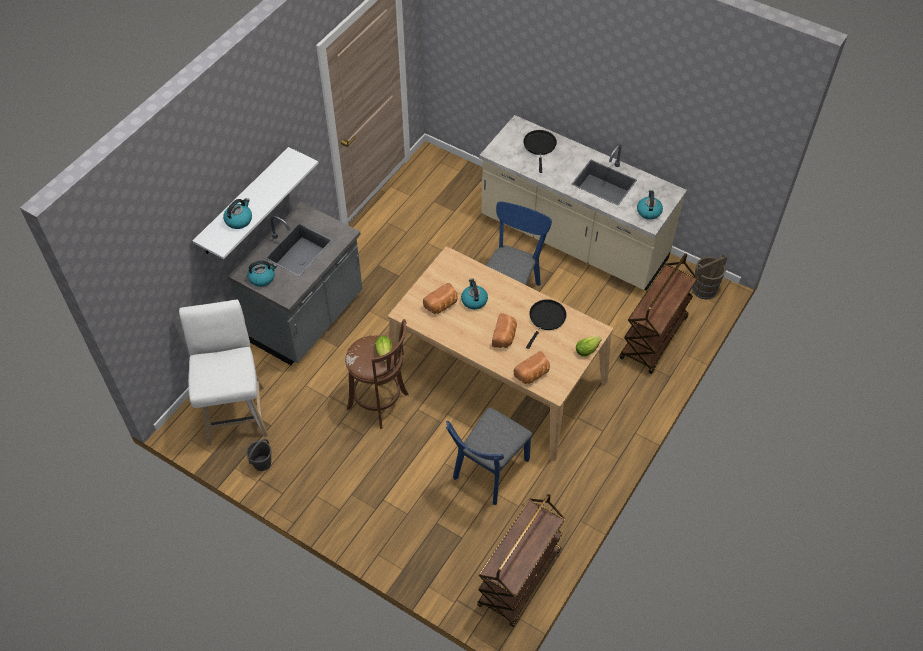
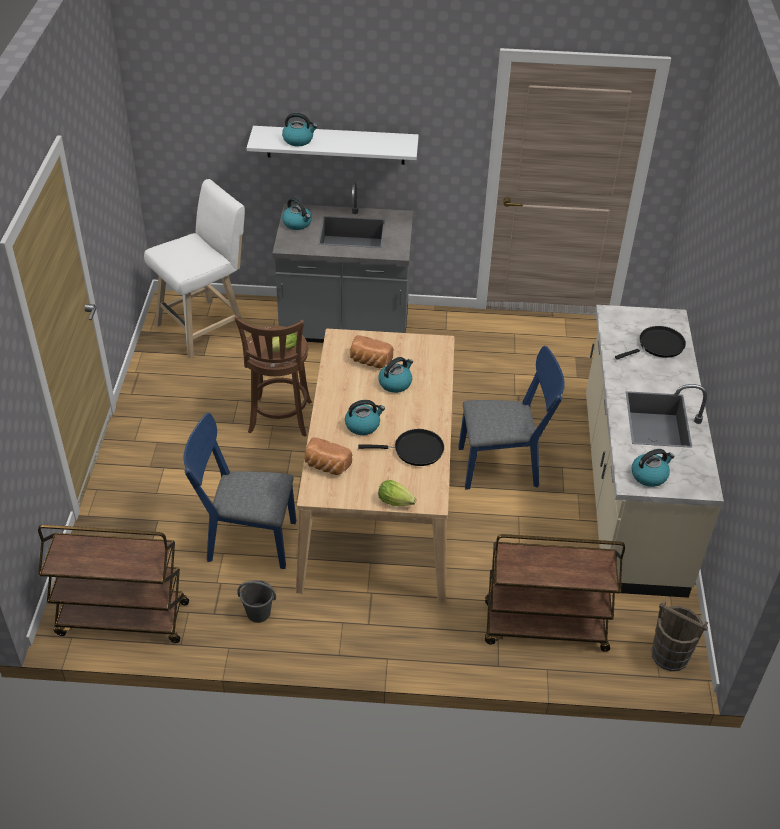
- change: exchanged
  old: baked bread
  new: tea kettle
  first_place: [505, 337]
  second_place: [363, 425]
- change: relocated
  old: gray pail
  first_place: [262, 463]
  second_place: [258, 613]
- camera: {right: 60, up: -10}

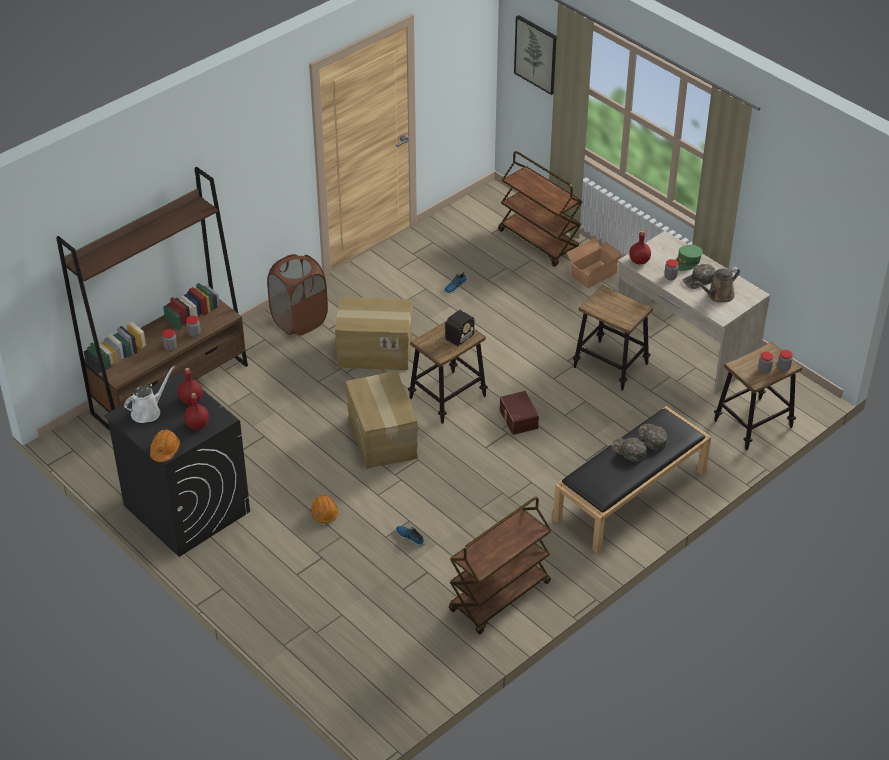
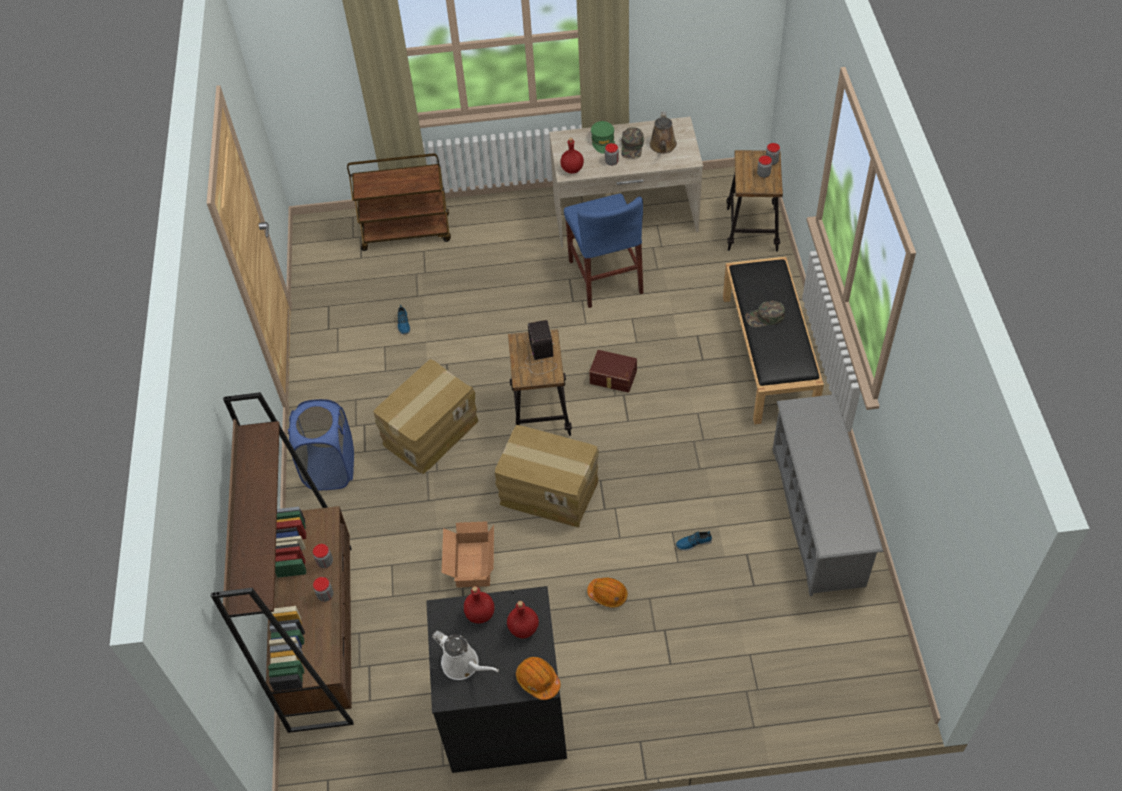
- change: missing
  old: wall art
  first_place: [536, 54]
- change: relocated
  old: packing box
  first_place: [591, 273]
  second_place: [471, 566]
- change: colour
  old: brownish washing basket
  new: blue washing basket
  first_place: [299, 321]
  second_place: [330, 468]
- change: exchanged
  old: stool seat
  new: blue upright chair
  first_place: [610, 365]
  second_place: [605, 277]
- change: spun
  old: whitish watering pot
  first_place: [148, 411]
  second_place: [463, 664]
  degrees: 135
- change: missing
  old: greenish peaked cap
  first_place: [652, 438]
- change: exchanged
  old: brownish wheeled cart
  new: gray shoe stand
  first_place: [499, 597]
  second_place: [818, 517]
- camera: {right: -50, up: 10}

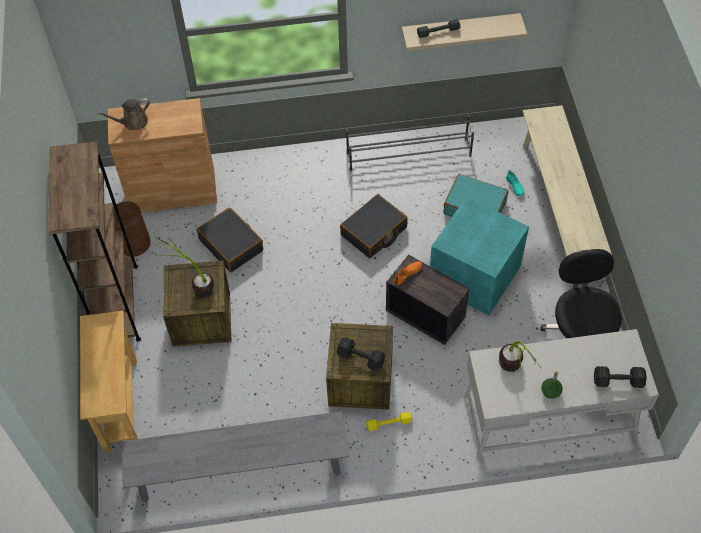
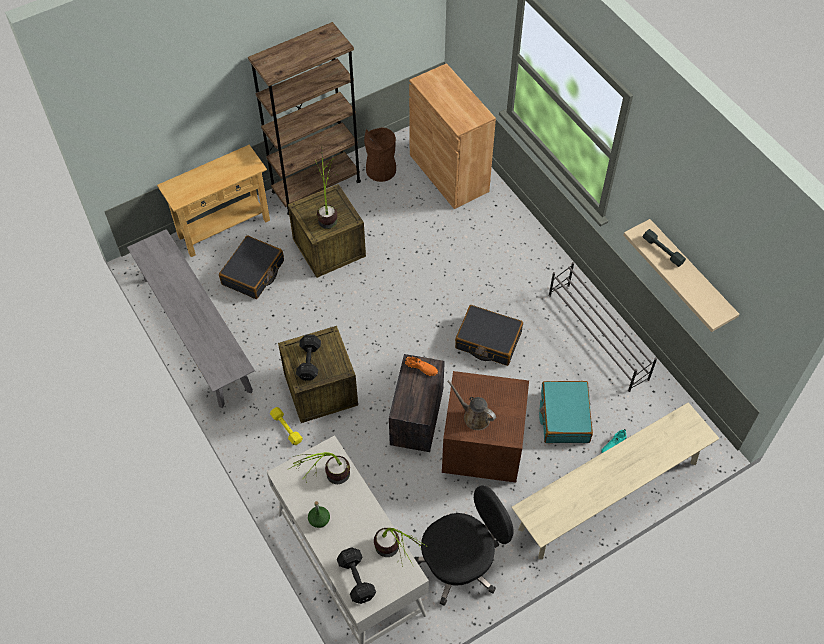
- change: relocated
  old: brownish watering pot
  first_place: [133, 122]
  second_place: [474, 416]
- change: colour
  old: turquoise-coloured storage container
  new: brownish storage container
  first_place: [476, 274]
  second_place: [484, 445]
- change: relocated
  old: blackish travel case
  first_place: [231, 245]
  second_place: [253, 273]
- change: appeared
  new: plant in a pot
  second_place: [396, 556]
- camera: {right: 65, up: 0}

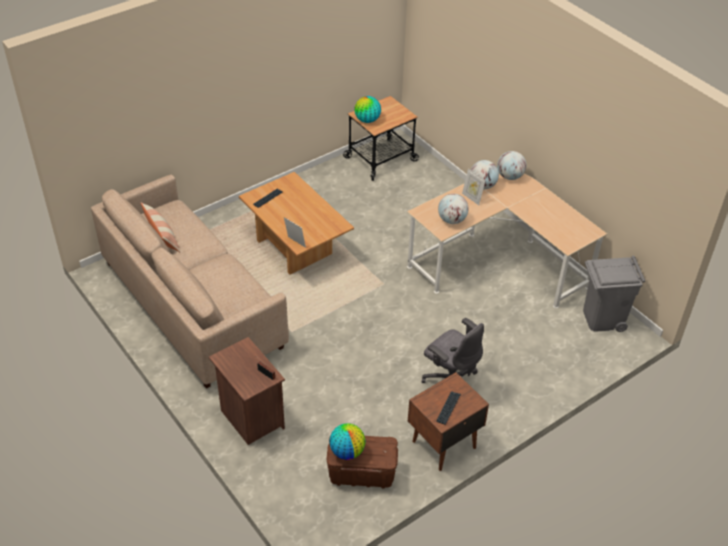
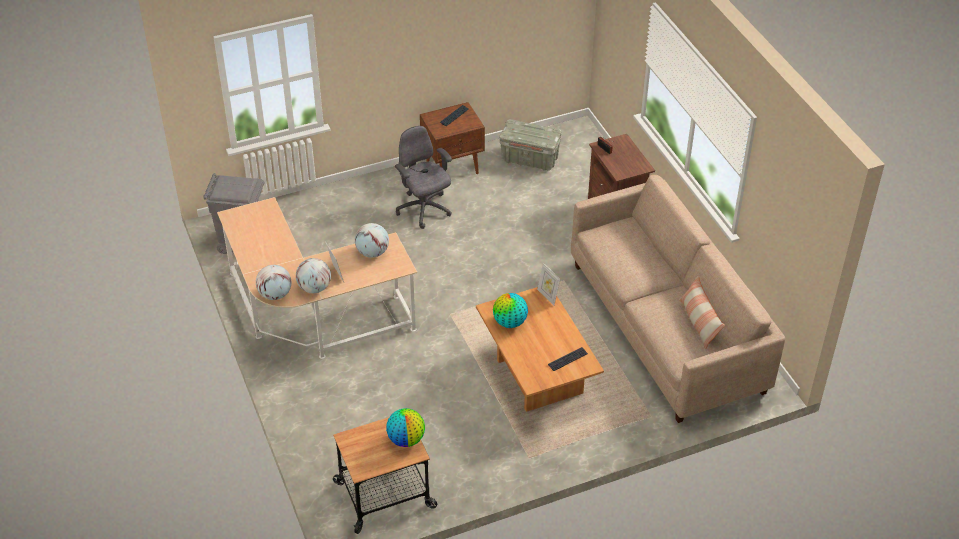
- change: relocated
  old: world globe
  first_place: [347, 451]
  second_place: [510, 322]
- change: colour
  old: brownish storage container
  new: gray storage container
  first_place: [361, 473]
  second_place: [530, 159]
- camera: {right: -165, up: 0}

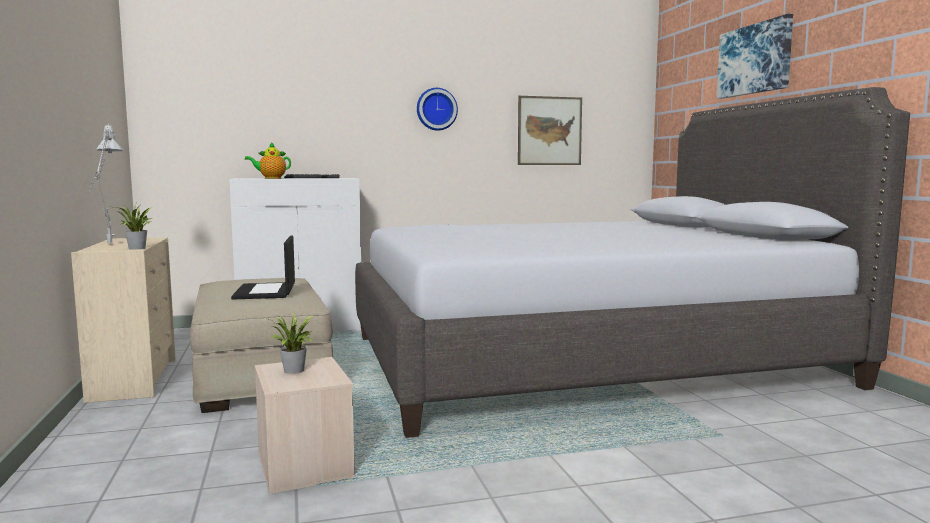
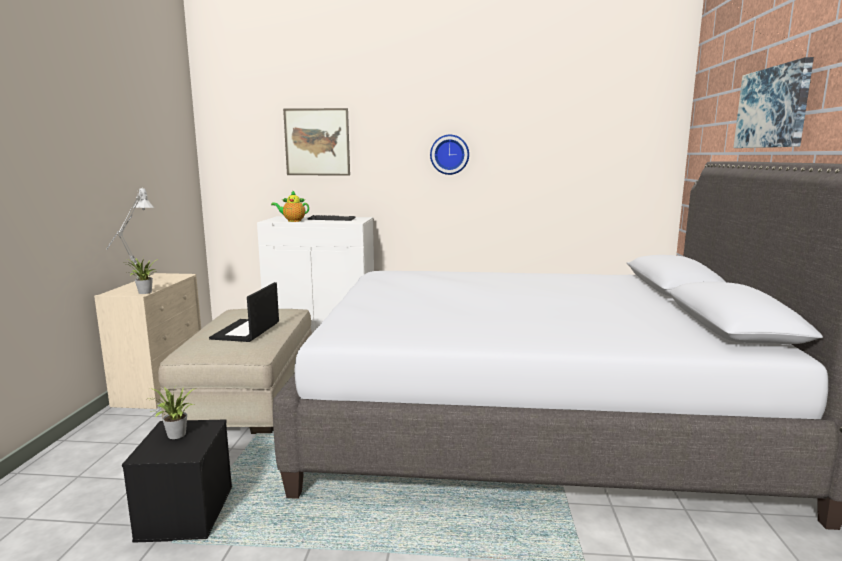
- change: relocated
  old: wall art
  first_place: [549, 131]
  second_place: [317, 142]
- change: colour
  old: beige-coloured storage container
  new: blackish storage container
  first_place: [303, 464]
  second_place: [185, 512]
- camera: {right: 20, up: 5}

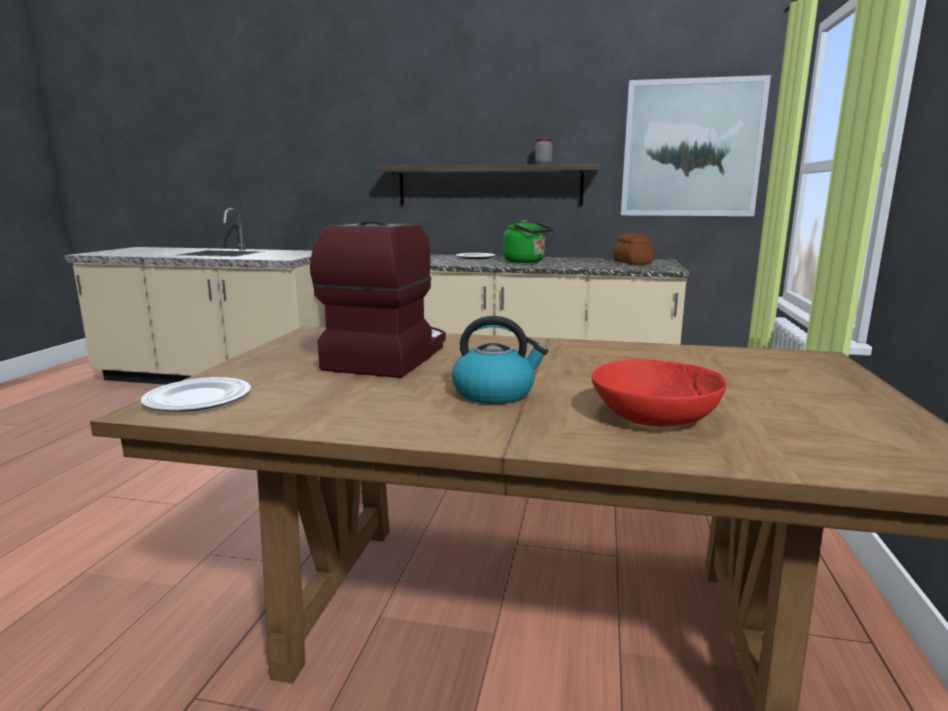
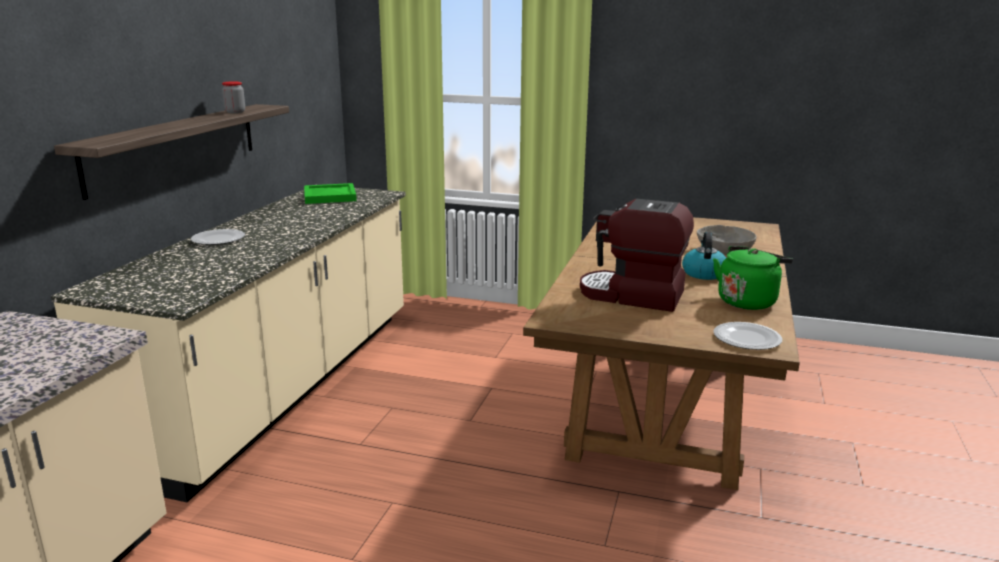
- change: missing
  old: wall art
  first_place: [691, 149]
- change: relocated
  old: greenish tea kettle
  first_place: [526, 262]
  second_place: [748, 301]
- change: exchanged
  old: baked bread
  new: greenish carrying tray
  first_place: [632, 262]
  second_place: [331, 196]
- change: colour
  old: red-coloured deep dish
  new: gray deep dish
  first_place: [654, 416]
  second_place: [724, 251]
- camera: {right: -85, up: 5}

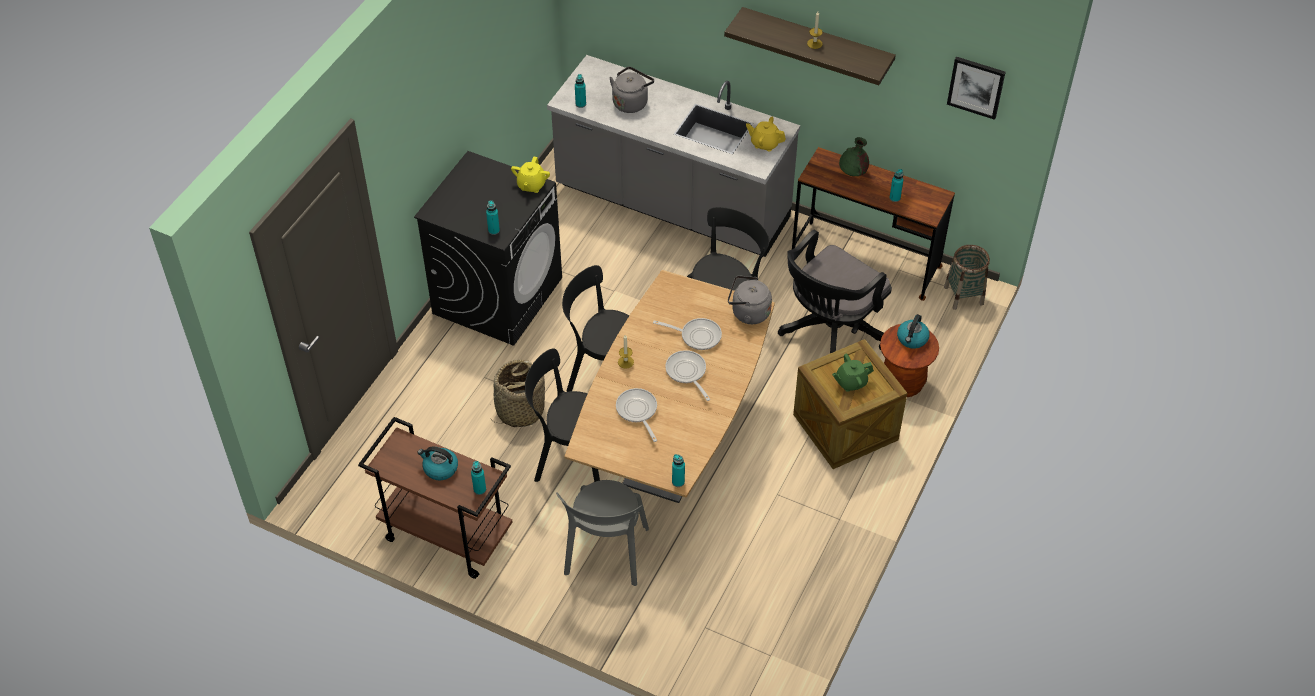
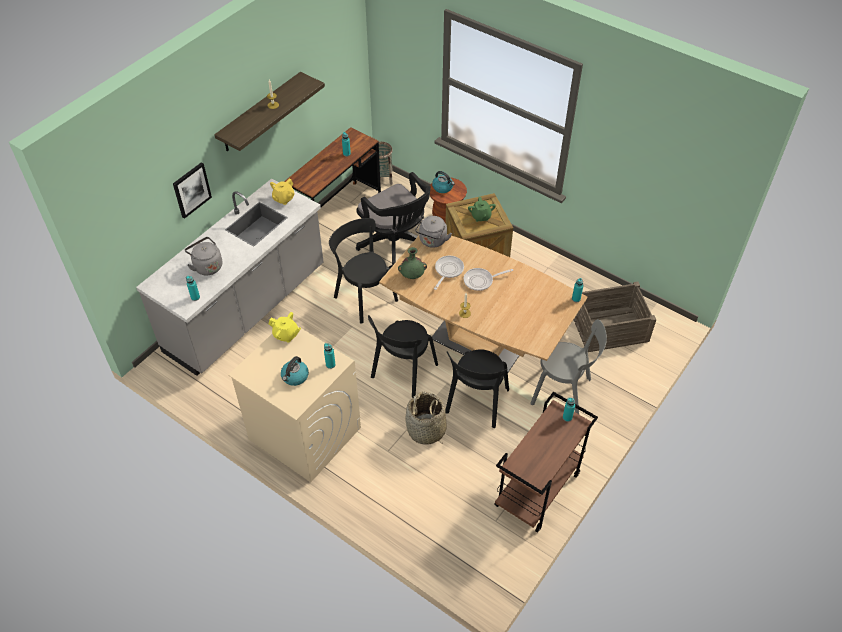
- change: relocated
  old: wall art
  first_place: [976, 87]
  second_place: [191, 190]
- change: relocated
  old: greenish decorative vase
  first_place: [853, 173]
  second_place: [412, 276]
- change: colour
  old: blackish laundry machine
  new: beige-coloured laundry machine
  first_place: [498, 295]
  second_place: [304, 433]
- change: missing
  old: skillet
  first_place: [637, 411]
- change: relocated
  old: tea kettle
  first_place: [440, 468]
  second_place: [295, 377]
- change: appeared
  new: crate
  second_place: [610, 328]
- camera: {right: -80, up: 0}

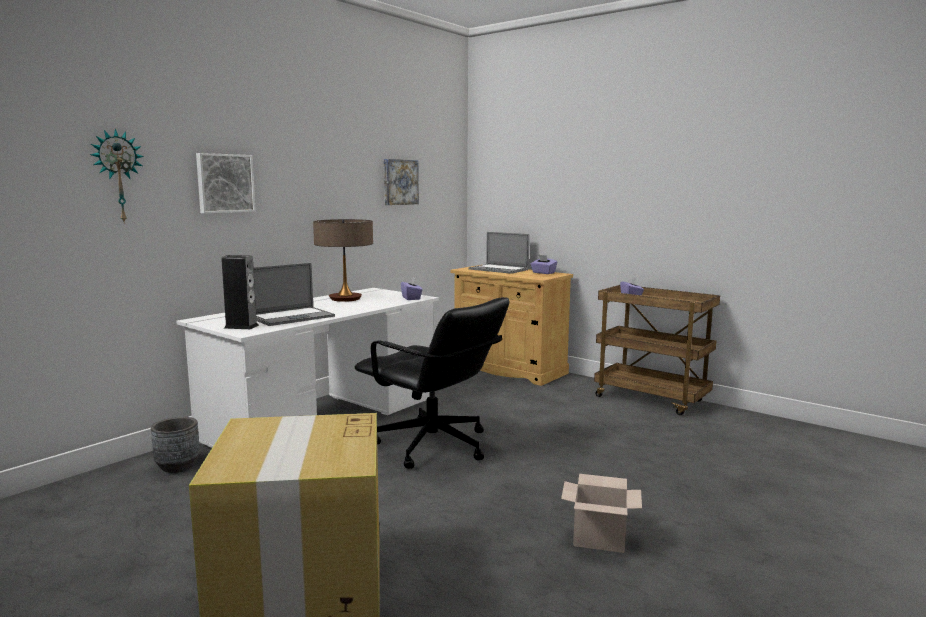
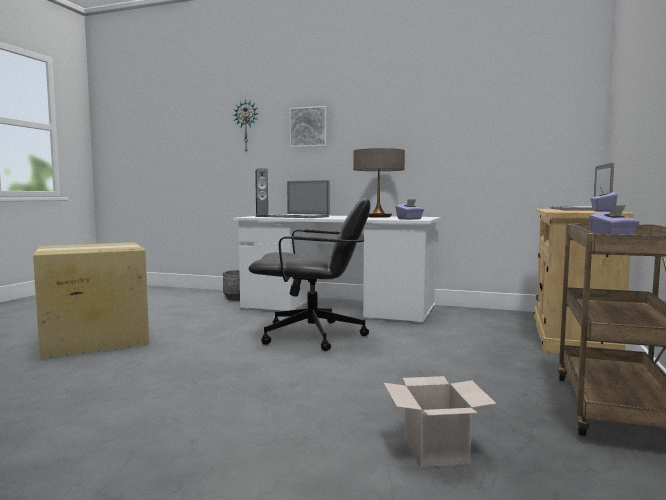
- change: missing
  old: wall art
  first_place: [399, 182]
- change: spun
  old: blackish office chair
  first_place: [433, 446]
  second_place: [314, 336]
  degrees: -105
- change: relocated
  old: packing box
  first_place: [600, 538]
  second_place: [437, 451]
- camera: {right: 70, up: -5}

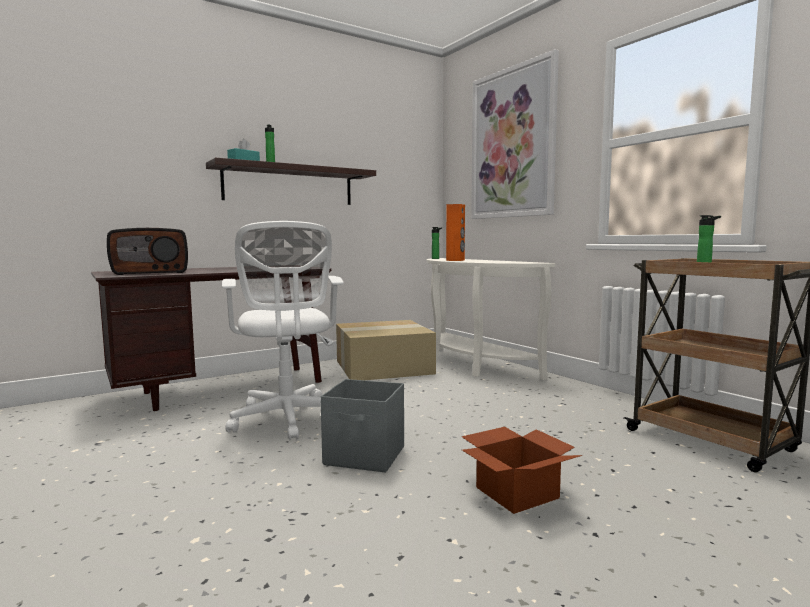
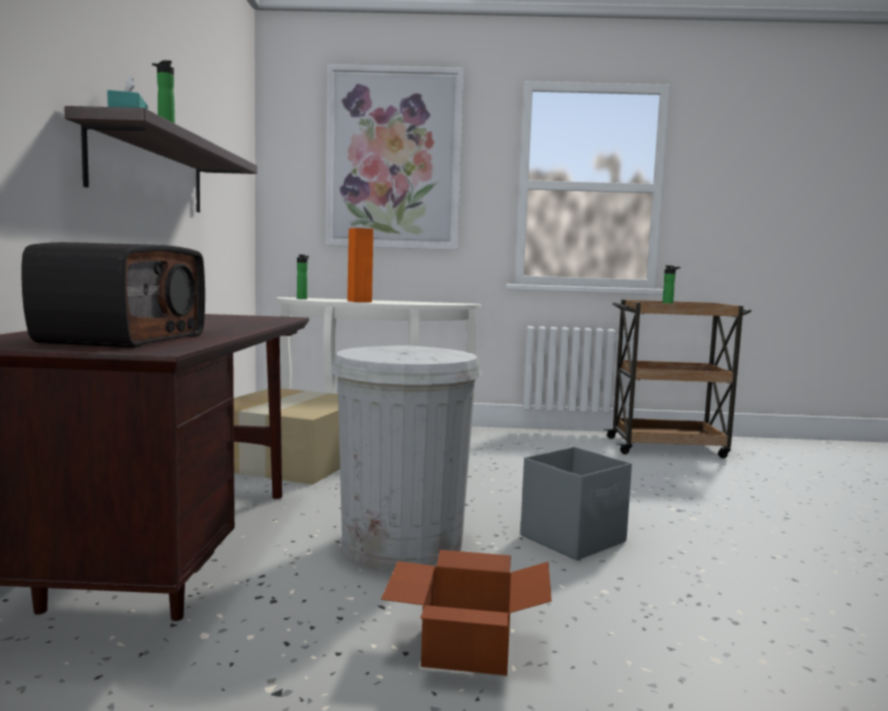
- change: exchanged
  old: whitish office chair
  new: whitish waste bin
  first_place: [287, 420]
  second_place: [402, 544]
- change: relocated
  old: packing box
  first_place: [516, 491]
  second_place: [464, 645]
- camera: {right: -55, up: 0}

